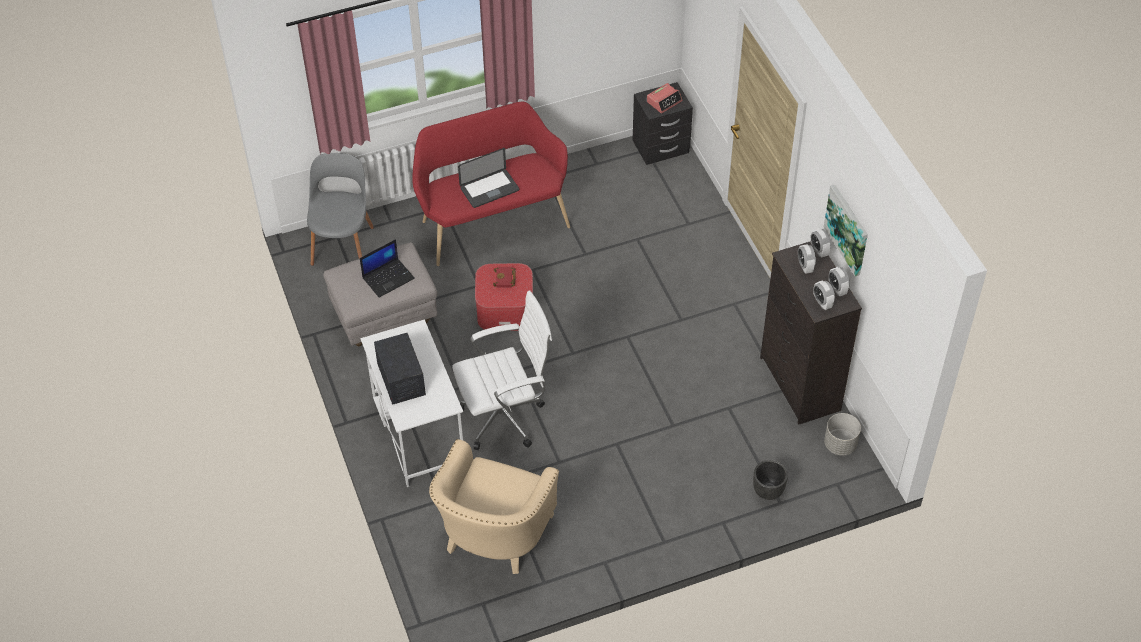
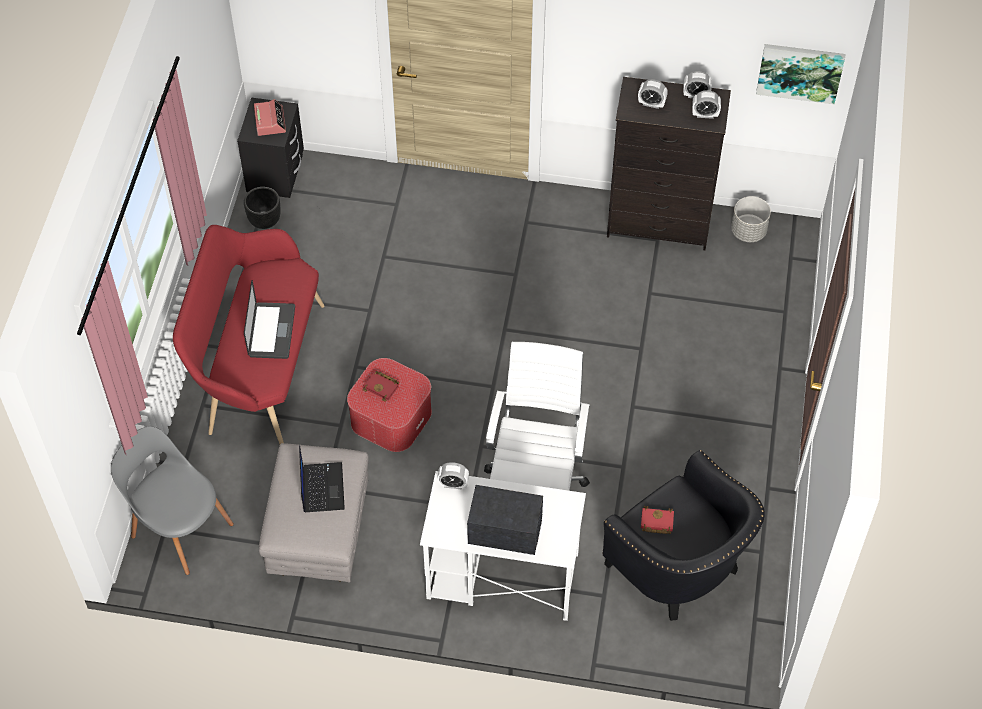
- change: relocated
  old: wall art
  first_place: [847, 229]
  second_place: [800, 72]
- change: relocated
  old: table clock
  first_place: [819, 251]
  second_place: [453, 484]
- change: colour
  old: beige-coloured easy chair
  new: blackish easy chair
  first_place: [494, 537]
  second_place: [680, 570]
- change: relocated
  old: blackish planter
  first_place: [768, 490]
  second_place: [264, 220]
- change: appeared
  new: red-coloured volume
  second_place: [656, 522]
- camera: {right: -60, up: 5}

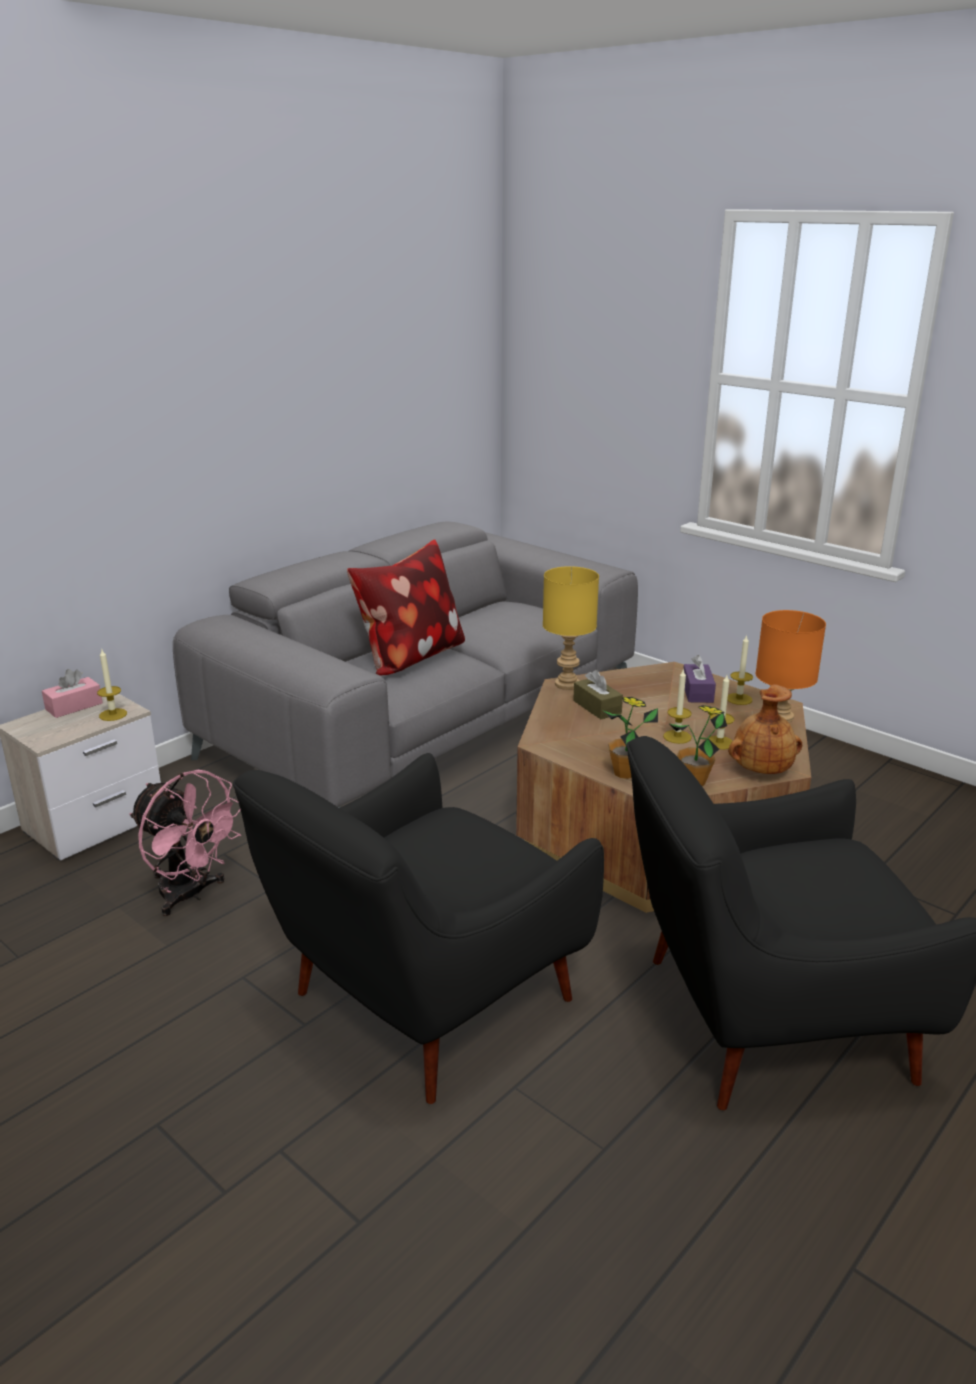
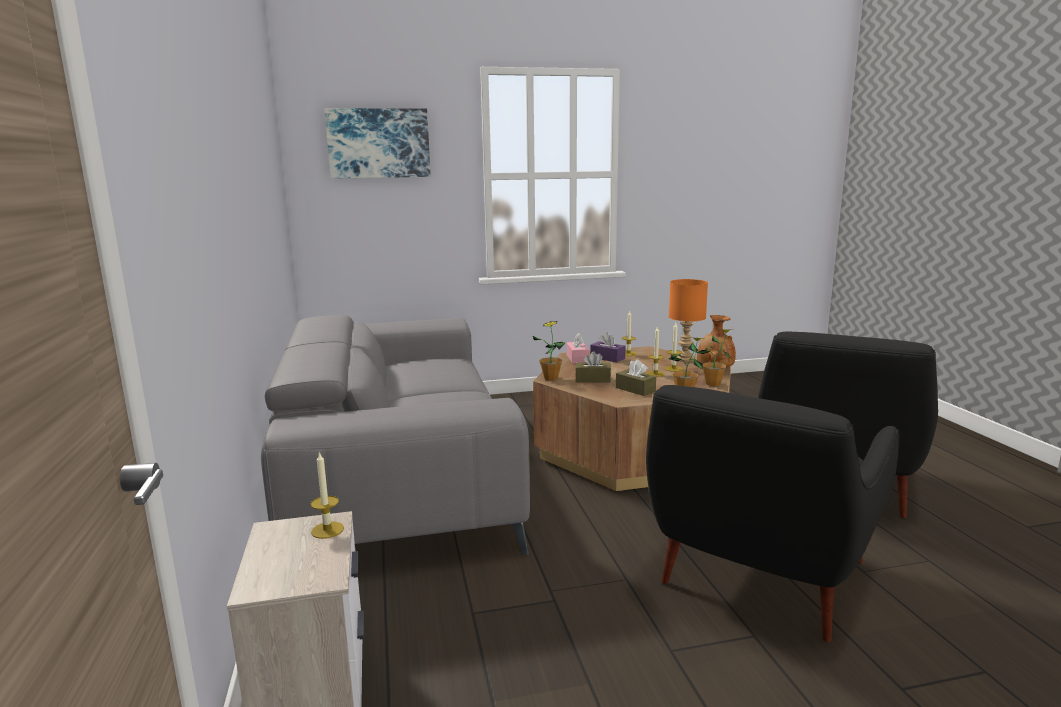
- change: missing
  old: throw pillow
  first_place: [410, 658]
- change: exchanged
  old: yellow table lamp
  new: plant in a pot
  first_place: [566, 684]
  second_place: [551, 378]
- change: relocated
  old: pinkish tissue box
  first_place: [74, 706]
  second_place: [577, 358]
- change: spun
  old: blackish easy chair
  first_place: [422, 1004]
  second_place: [759, 578]
  degrees: 45
- change: missing
  old: pinkish electric fan
  first_place: [190, 895]
- change: appeared
  new: wall art
  second_place: [378, 143]
- change: appeared
  new: brownish tissue box
  second_place: [635, 389]
- camera: {right: -55, up: -10}

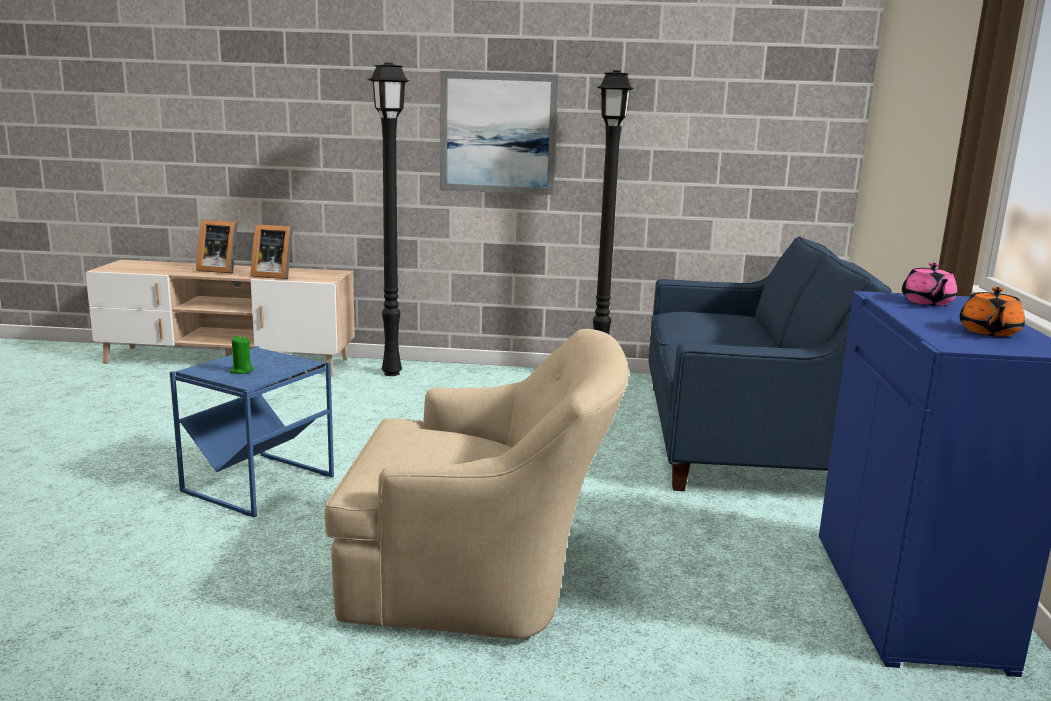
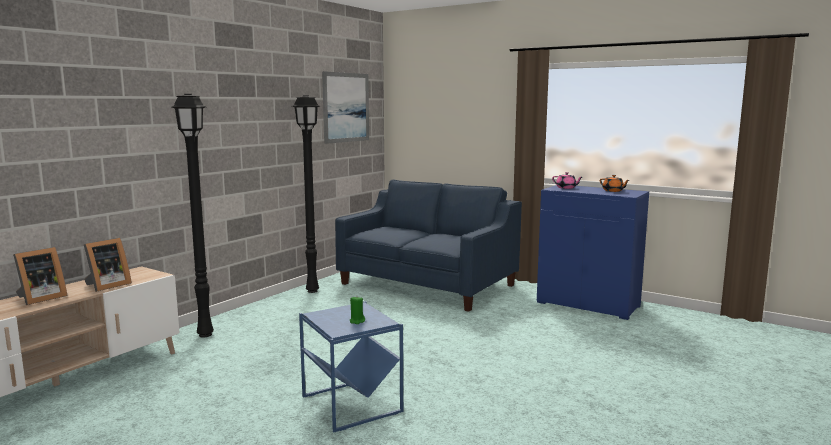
- change: relocated
  old: wall art
  first_place: [498, 133]
  second_place: [346, 107]
- change: missing
  old: beige-coloured easy chair
  first_place: [482, 577]
- camera: {right: -60, up: -5}

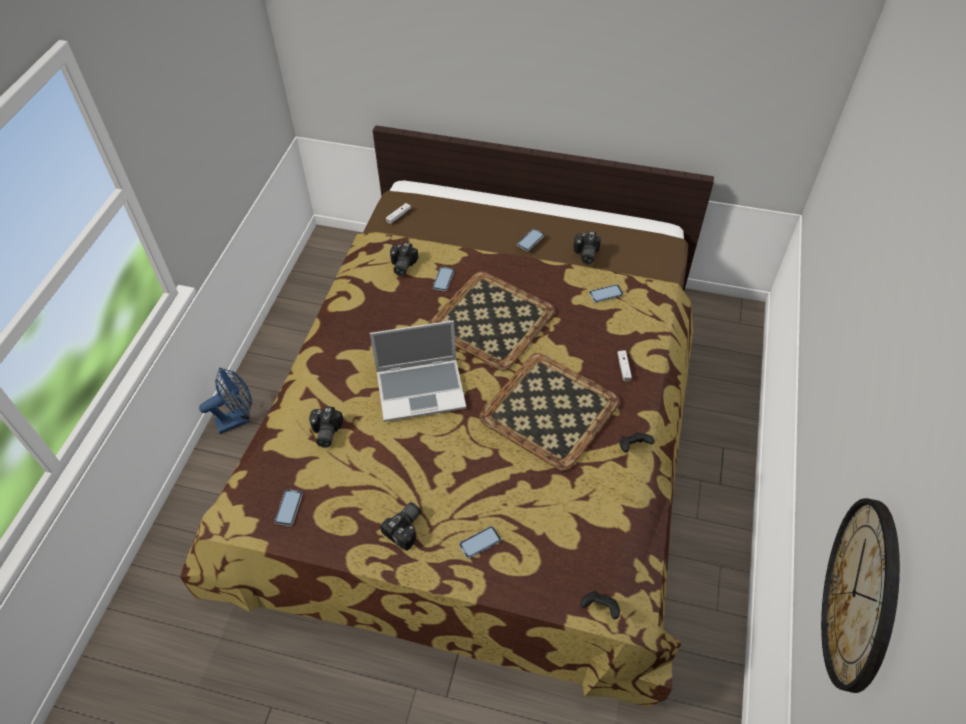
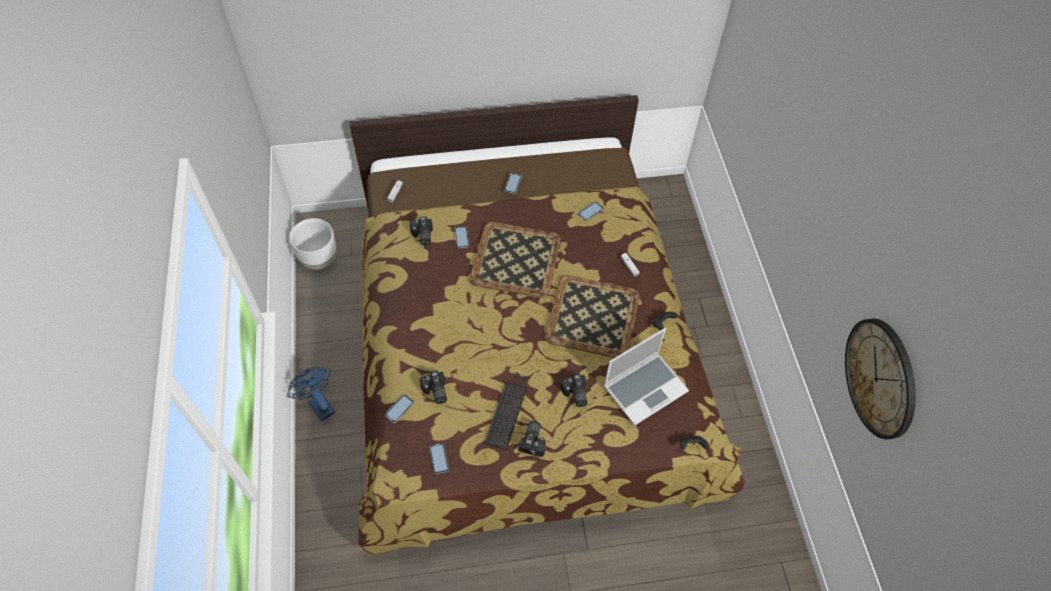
- change: relocated
  old: photo camera
  first_place: [585, 254]
  second_place: [574, 395]
- change: relocated
  old: notebook computer
  first_place: [422, 390]
  second_place: [645, 388]
- change: spun
  old: blue electric fan
  first_place: [237, 419]
  second_place: [319, 404]
  degrees: -75
- change: relocated
  old: handset
  first_place: [480, 542]
  second_place: [399, 409]
- change: appeared
  new: whitish planter
  second_place: [319, 259]
- change: appeared
  new: keyboard
  second_place: [510, 407]
- camera: {right: -25, up: 5}

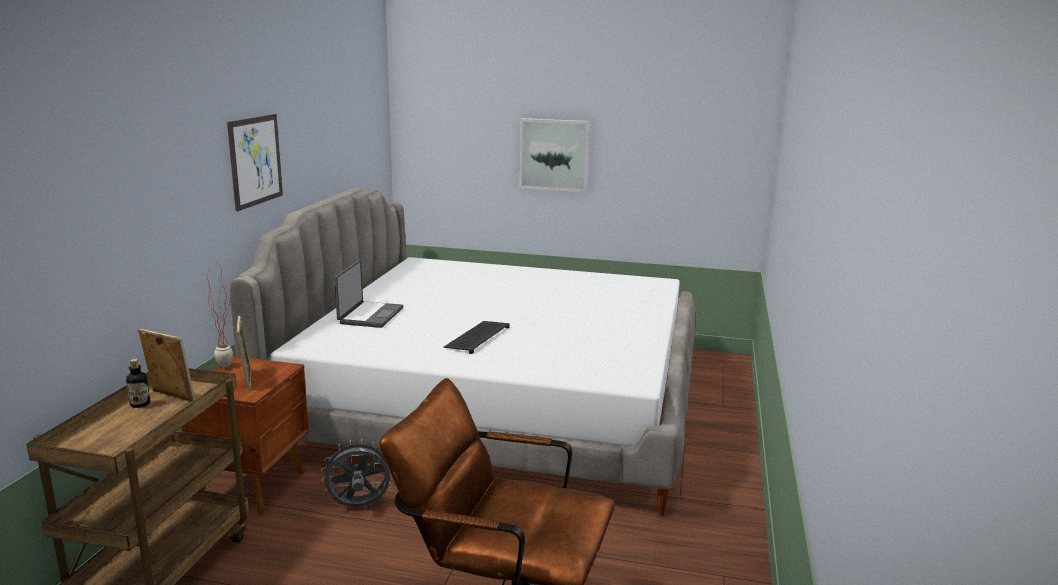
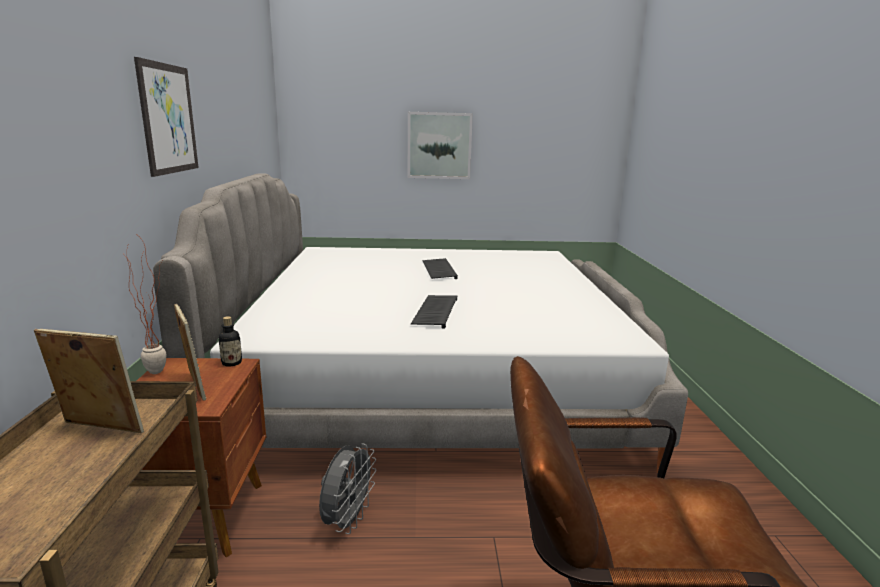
- change: missing
  old: notebook computer
  first_place: [370, 315]
- change: relocated
  old: drink bottle
  first_place: [140, 404]
  second_place: [232, 363]
- change: spun
  old: gray electric fan
  first_place: [359, 507]
  second_place: [347, 521]
  degrees: 135
- change: appeared
  new: keyboard
  second_place: [438, 270]
- camera: {right: -15, up: 0}

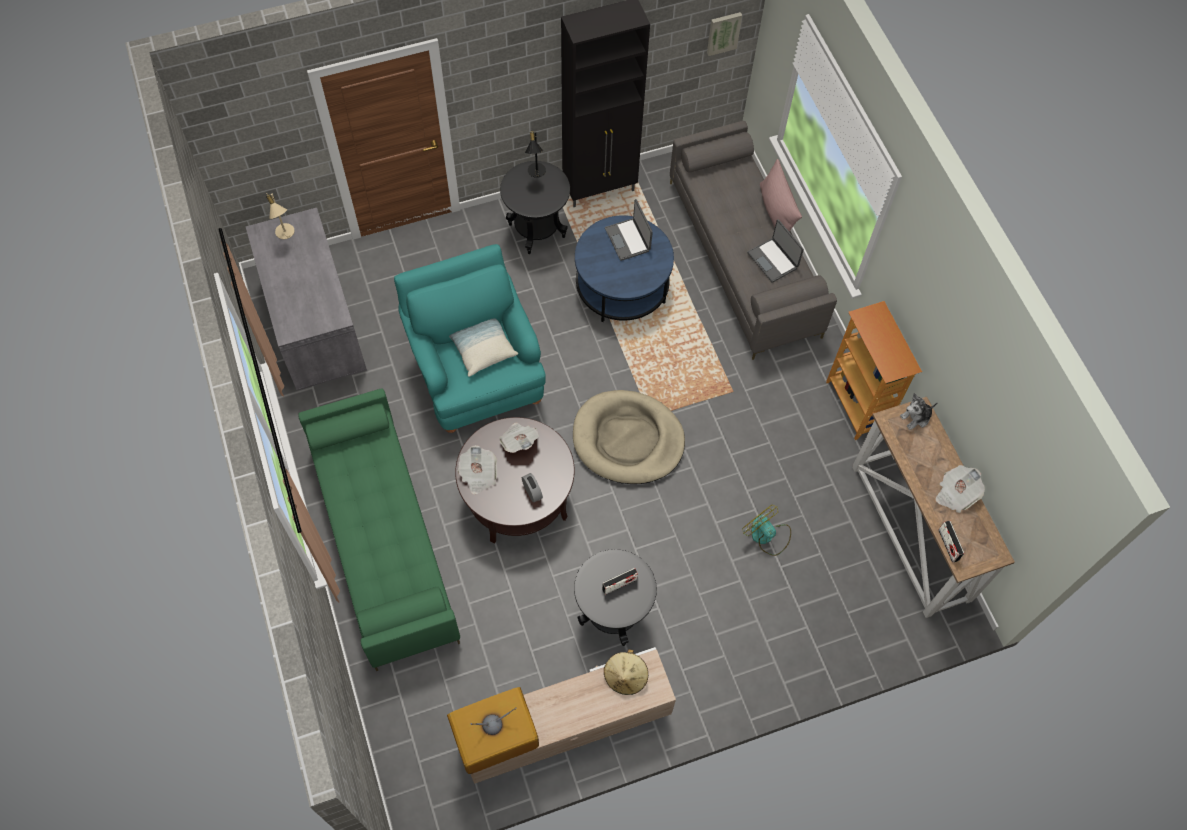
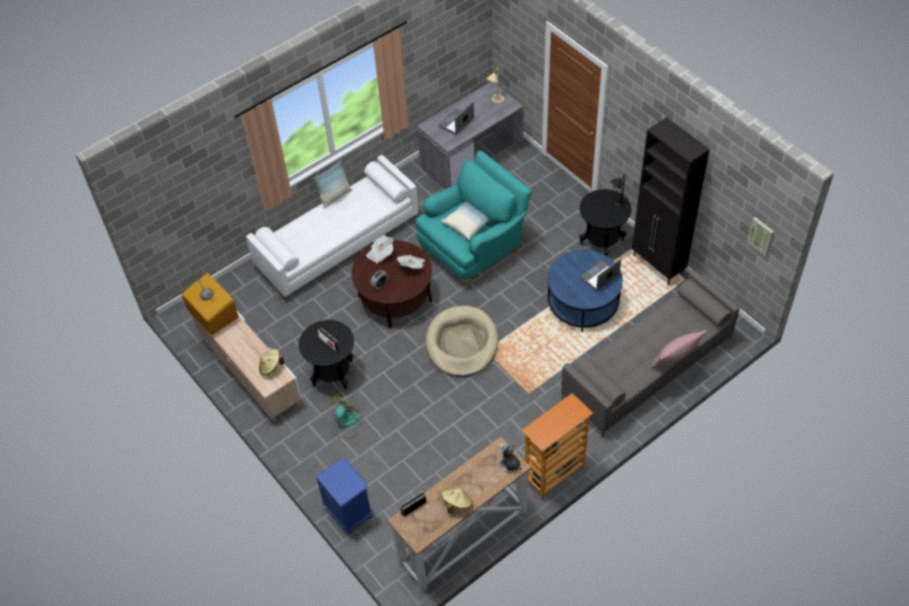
- change: relocated
  old: notebook computer
  first_place: [773, 260]
  second_place: [457, 123]
- change: colour
  old: greenish sofa
  new: whitish sofa
  first_place: [383, 541]
  second_place: [338, 243]
- change: exchanged
  old: newspaper
  new: beige-coloured hat
  first_place: [955, 493]
  second_place: [456, 503]
- change: relocated
  old: electric fan
  first_place: [766, 535]
  second_place: [345, 423]
- change: appeared
  new: throw pillow
  second_place: [335, 196]
- change: appeared
  new: blue bedside table
  second_place: [349, 512]
- camera: {right: 75, up: -10}

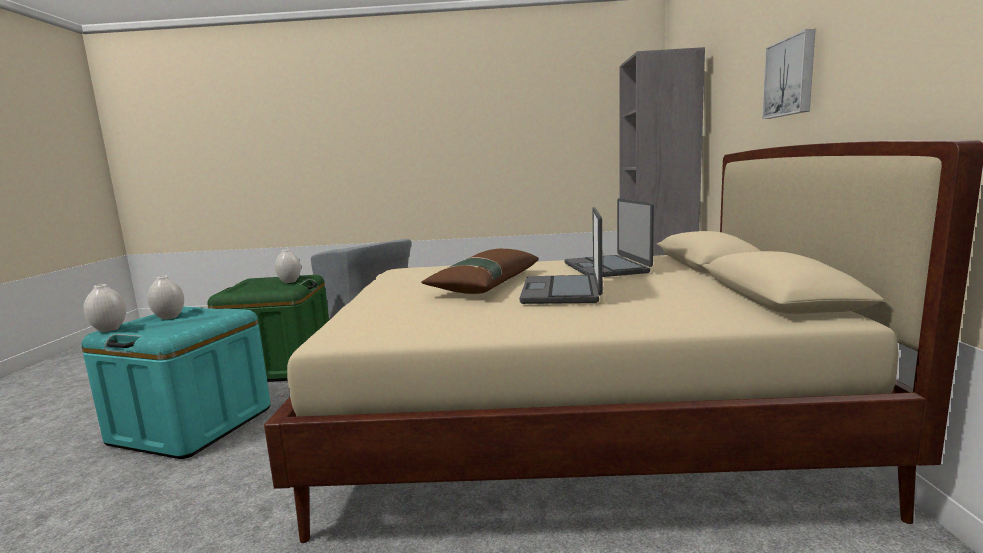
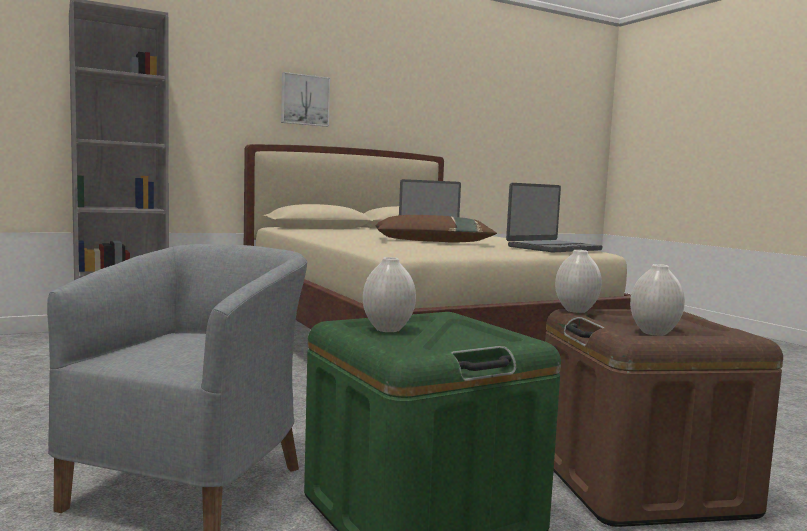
- change: relocated
  old: notebook computer
  first_place: [607, 268]
  second_place: [553, 248]
- change: relocated
  old: whitish decorative vase
  first_place: [109, 330]
  second_place: [576, 311]
- change: colour
  old: turquoise-coloured storage container
  new: brownish storage container
  first_place: [192, 425]
  second_place: [641, 484]
- camera: {right: -120, up: -5}

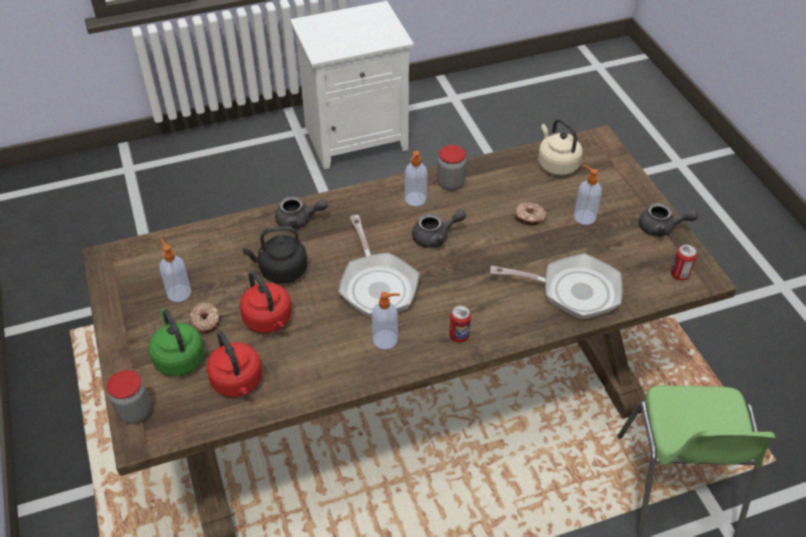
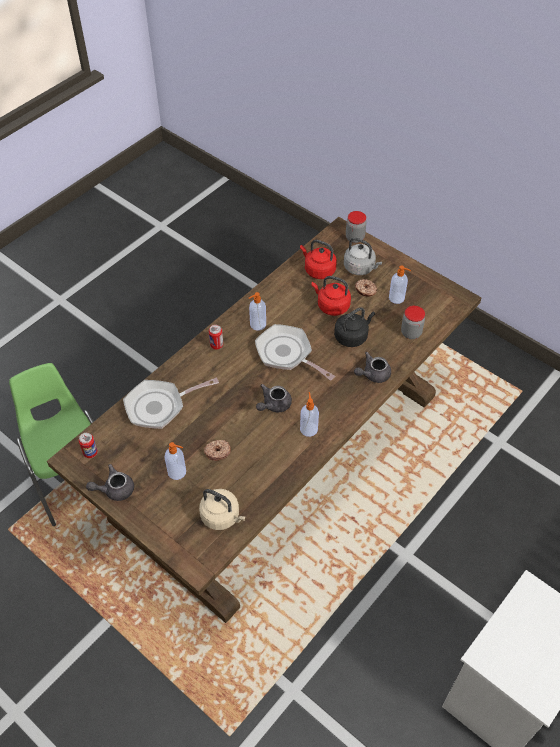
- change: relocated
  old: preserve jar
  first_place: [450, 183]
  second_place: [411, 333]
- change: colour
  old: greenish tea kettle
  new: gray tea kettle
  first_place: [178, 357]
  second_place: [360, 268]
- camera: {right: 150, up: 5}

